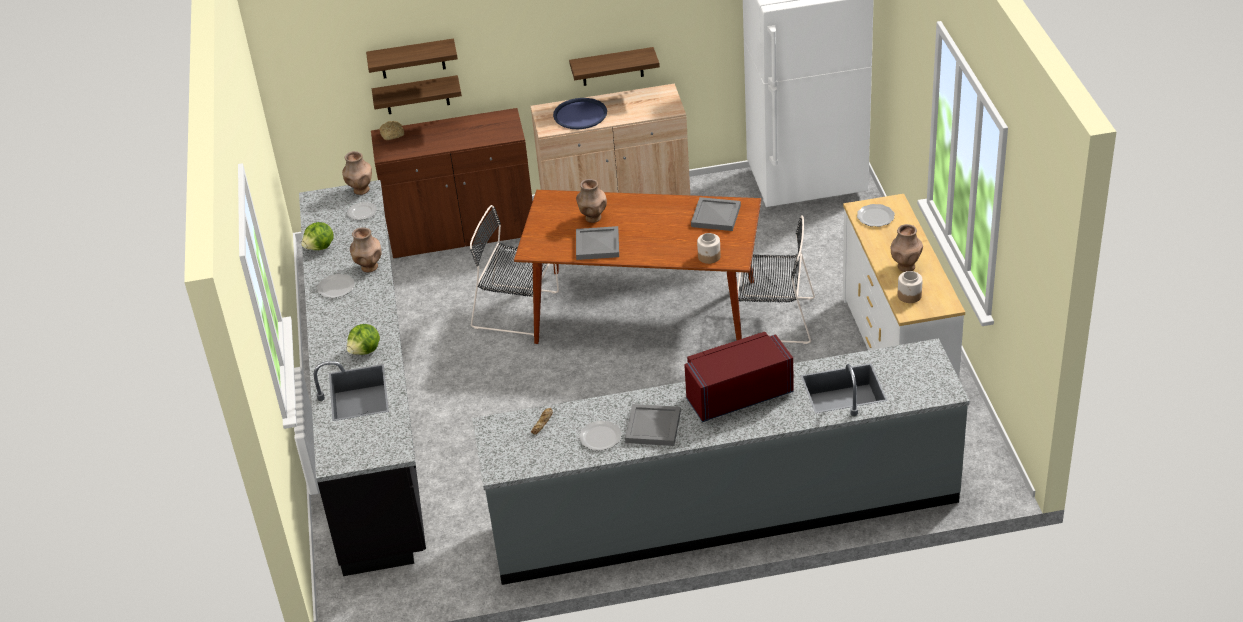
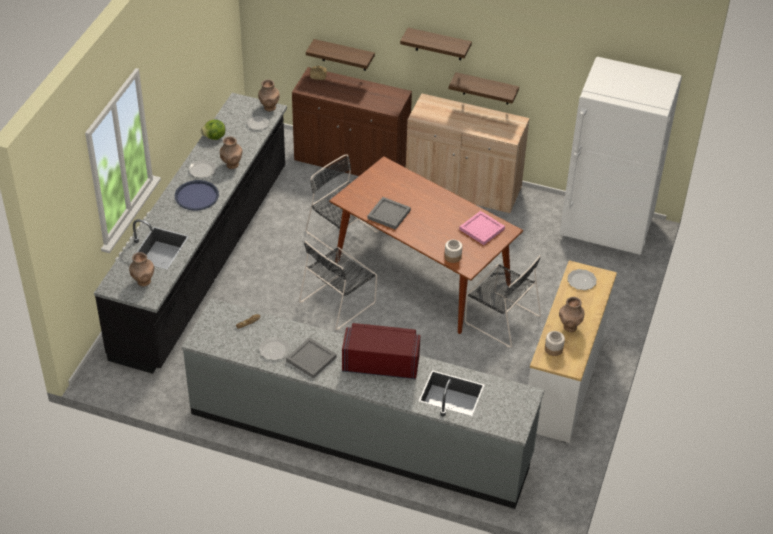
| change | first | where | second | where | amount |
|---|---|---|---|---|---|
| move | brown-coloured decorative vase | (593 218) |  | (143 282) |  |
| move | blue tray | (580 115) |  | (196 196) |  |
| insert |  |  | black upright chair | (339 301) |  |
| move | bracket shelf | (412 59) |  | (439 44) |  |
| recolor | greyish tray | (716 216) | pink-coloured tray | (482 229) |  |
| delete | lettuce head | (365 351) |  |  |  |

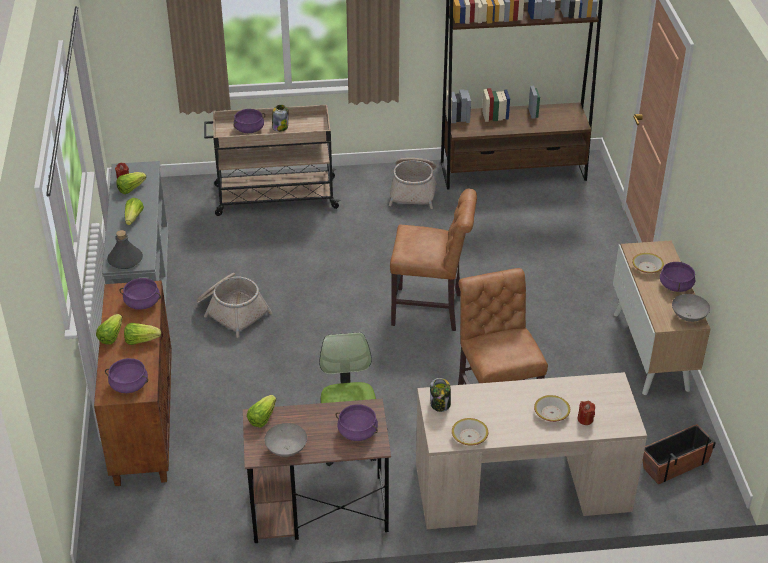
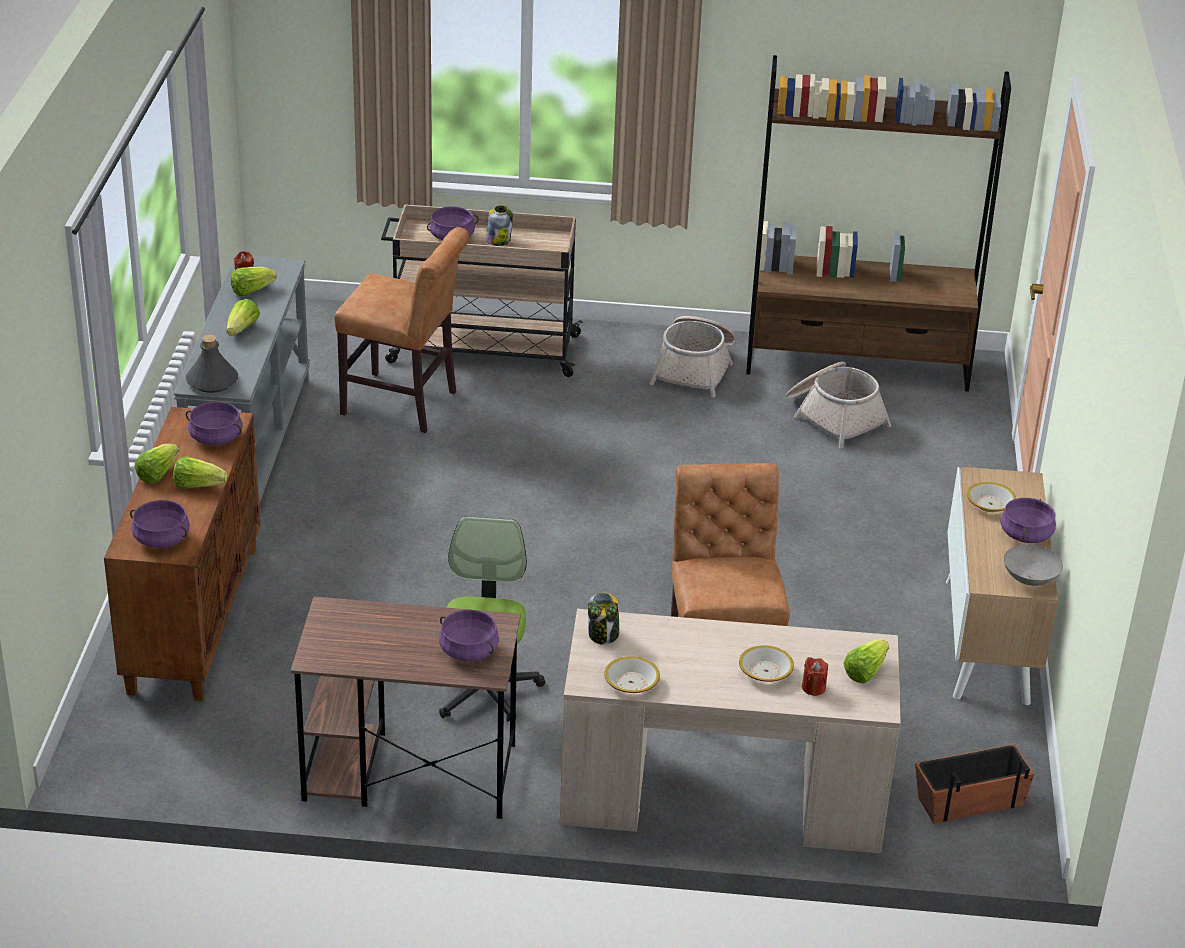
| change | first | where | second | where | amount |
|---|---|---|---|---|---|
| move | brown-coloured upright chair | (431 310) |  | (405 405) |  |
| move | household basket | (232 311) |  | (834 416) |  |
| move | lettuce head | (262 418) |  | (865 671) |  |
| delete | greyish bowl | (287 449) |  |  |  |

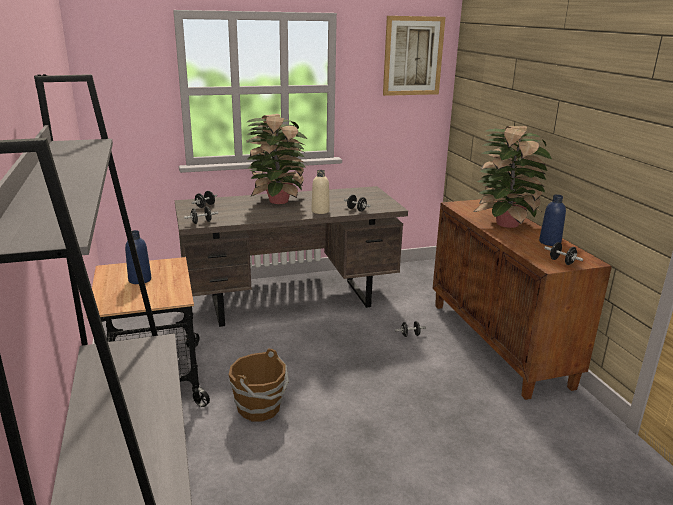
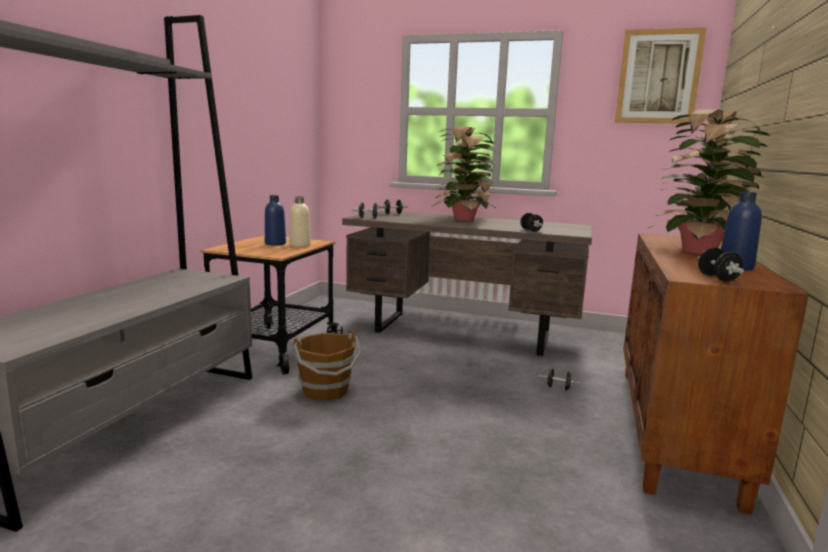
| change | first | where | second | where | amount |
|---|---|---|---|---|---|
| move | sand-coloured drink bottle | (320 211) |  | (300 245) |  |

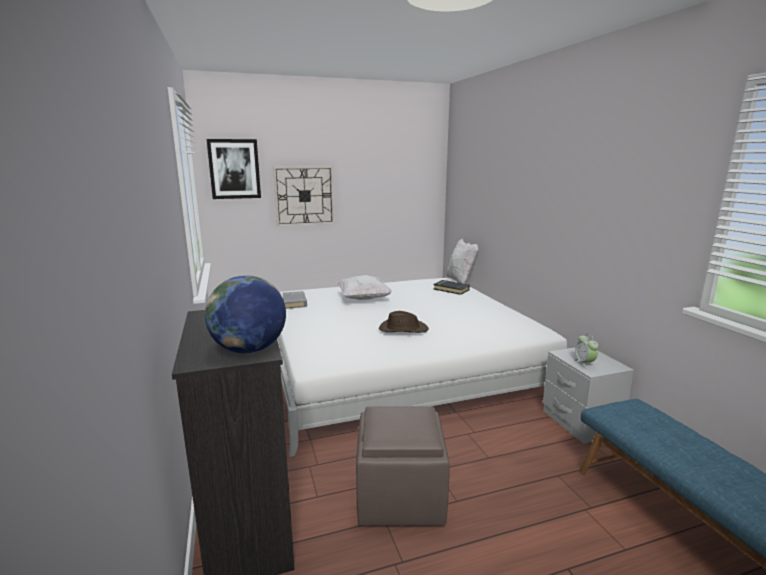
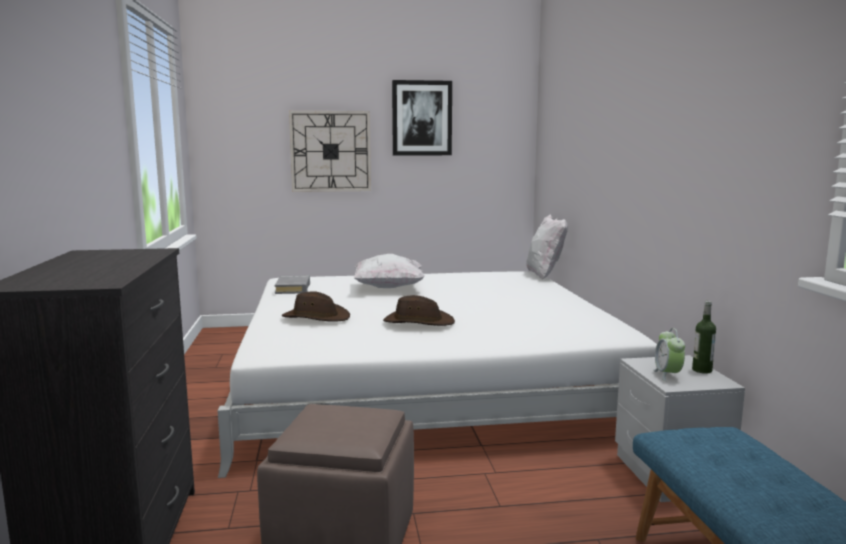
| change | first | where | second | where | amount |
|---|---|---|---|---|---|
| insert |  |  | brown-coloured wearable hat | (316 317) |  |
| move | picture | (234 169) |  | (422 118) |  |
| insert |  |  | drink bottle | (702 370) |  |
| delete | desk globe | (249 350) |  |  |  |
| delete | black volume | (451 289) |  |  |  |

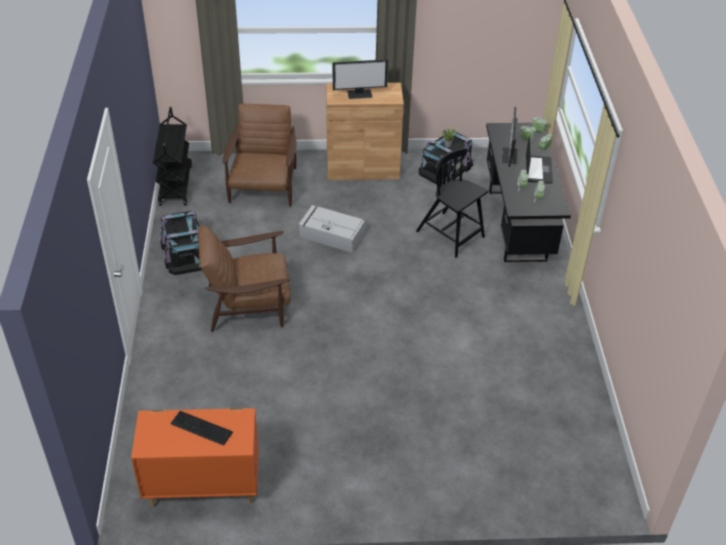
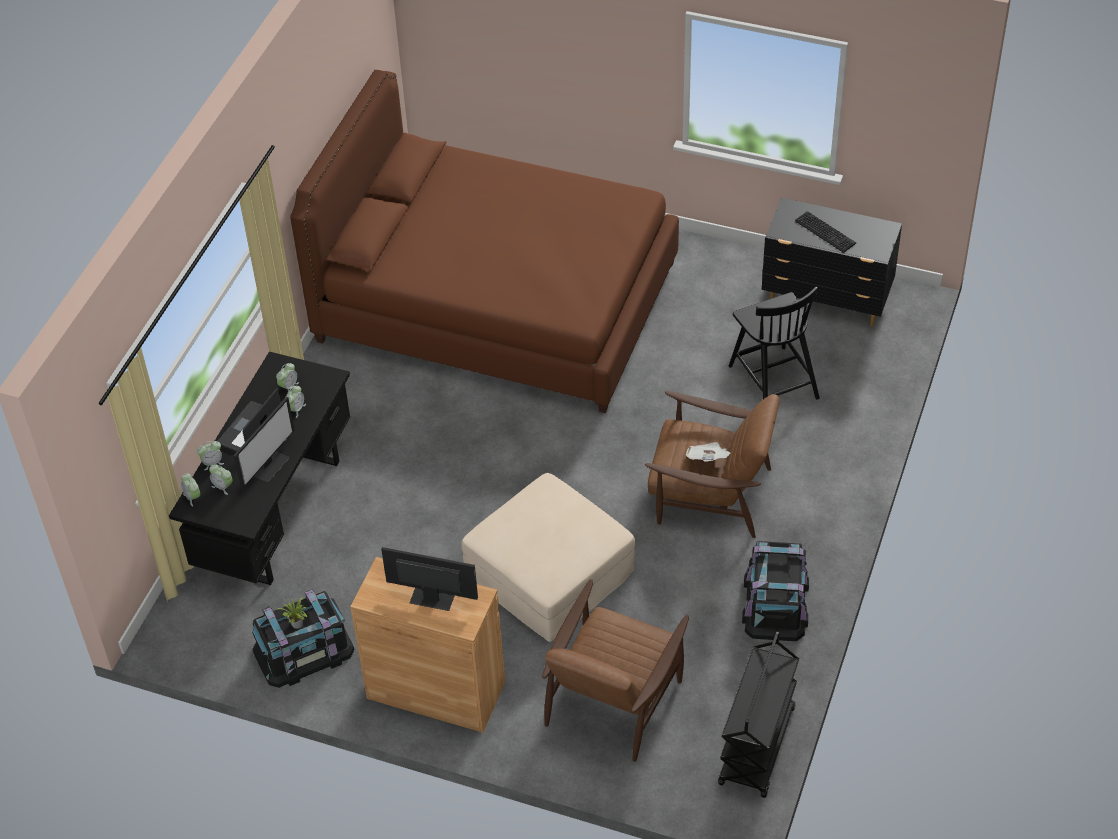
| change | first | where | second | where | amount |
|---|---|---|---|---|---|
| insert |  |  | brown-coloured sleeping bed | (497 302) |  |
| replace | greyish storage bin | (331 234) | sand-coloured footrest | (550 573) |  |
| insert |  |  | printed paper | (708 459) |  |
| move | black upright chair | (451 235) |  | (773 380) |  |
| recolor | orangey drawer chest | (202 486) | black drawer chest | (827 301) |  |

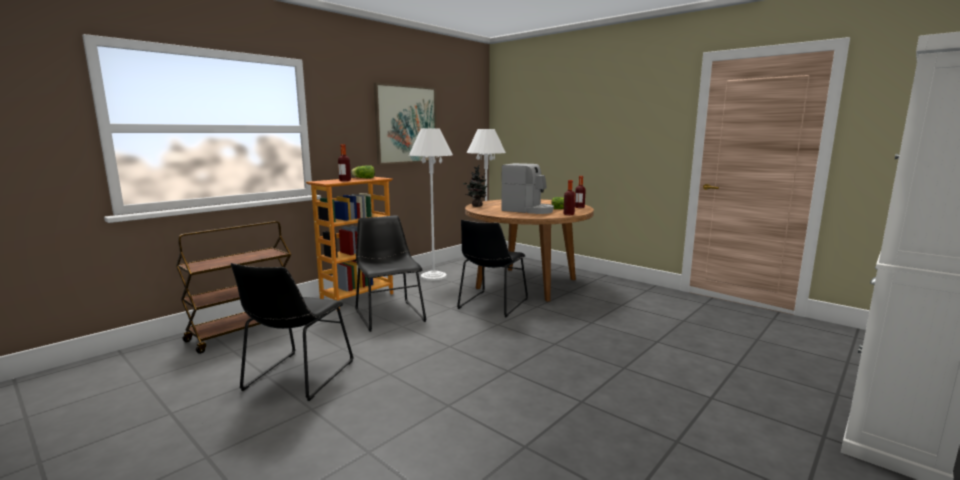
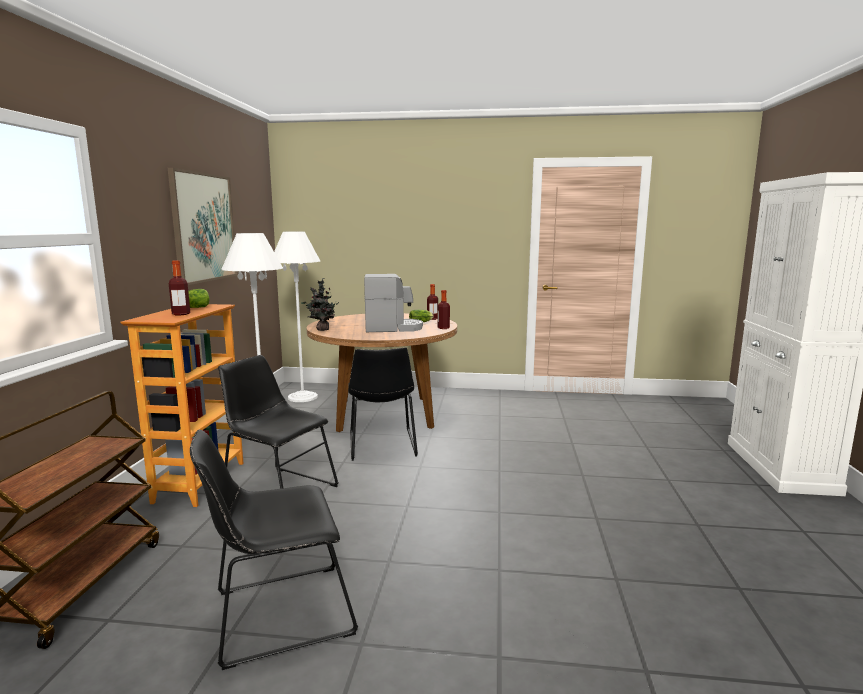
| change | first | where | second | where | amount |
|---|---|---|---|---|---|
| rotate | black upright chair | (297 377) |  | (277 614) | 90 degrees clockwise |

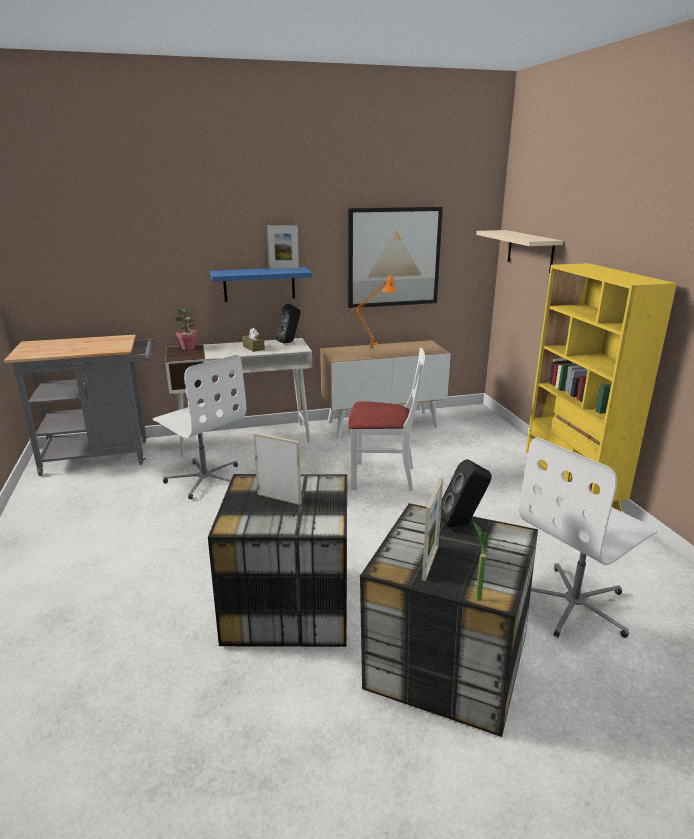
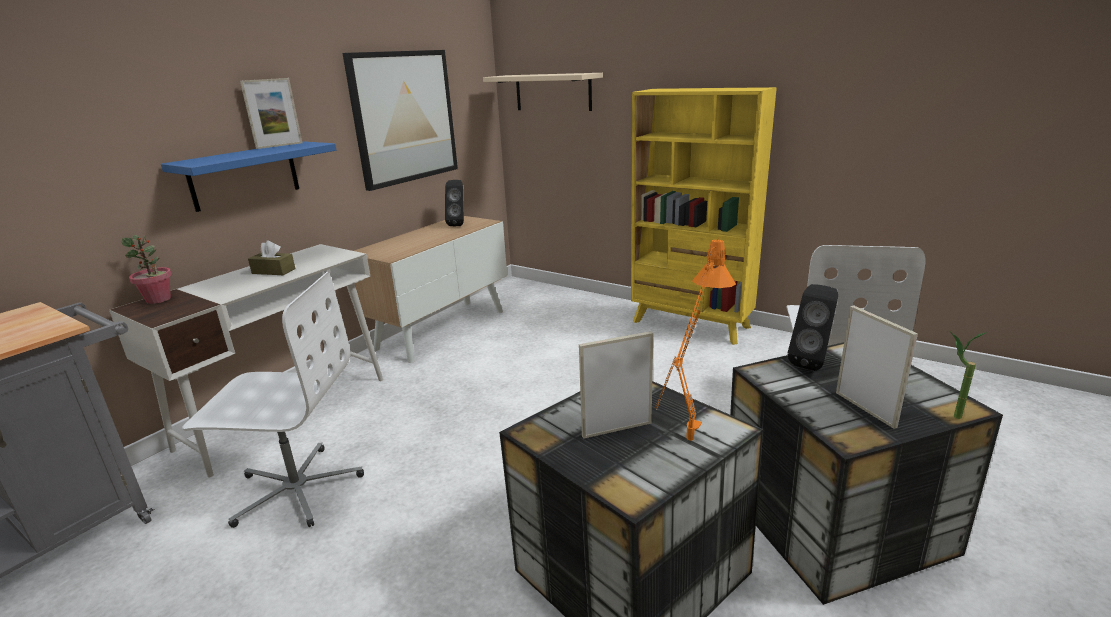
| change | first | where | second | where | amount |
|---|---|---|---|---|---|
| move | black loudspeaker | (289 342) |  | (459 224) |  |
| move | orangey table lamp | (368 349) |  | (686 447) |  |
| delete | whitish upright chair | (383 477) |  |  |  |

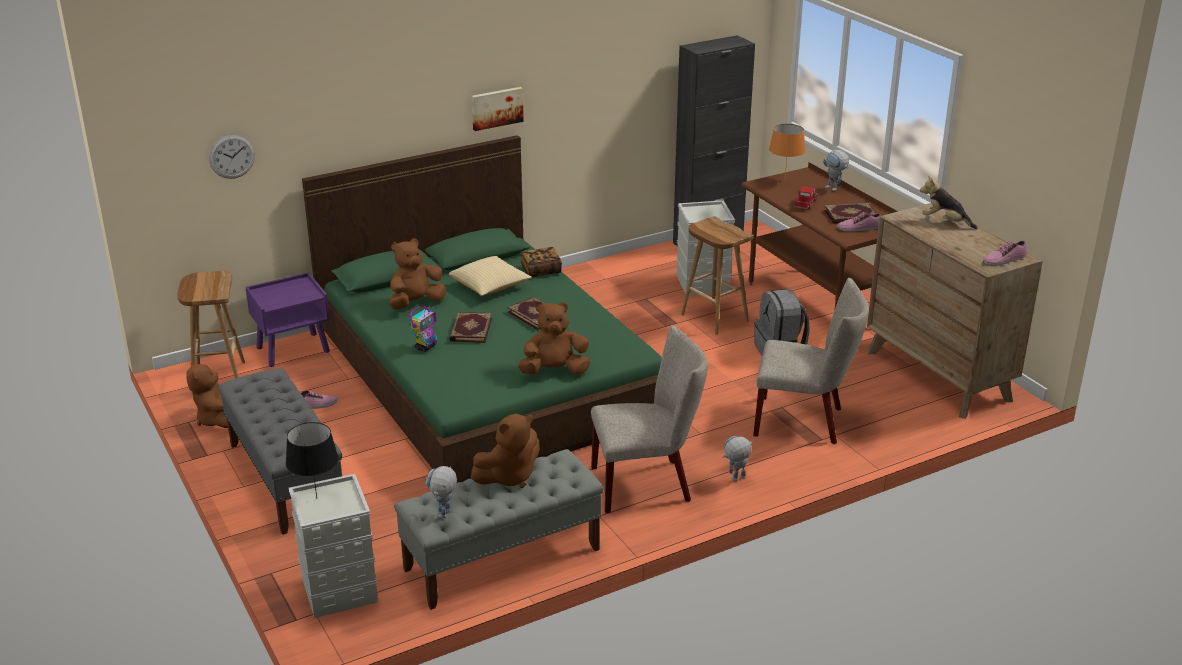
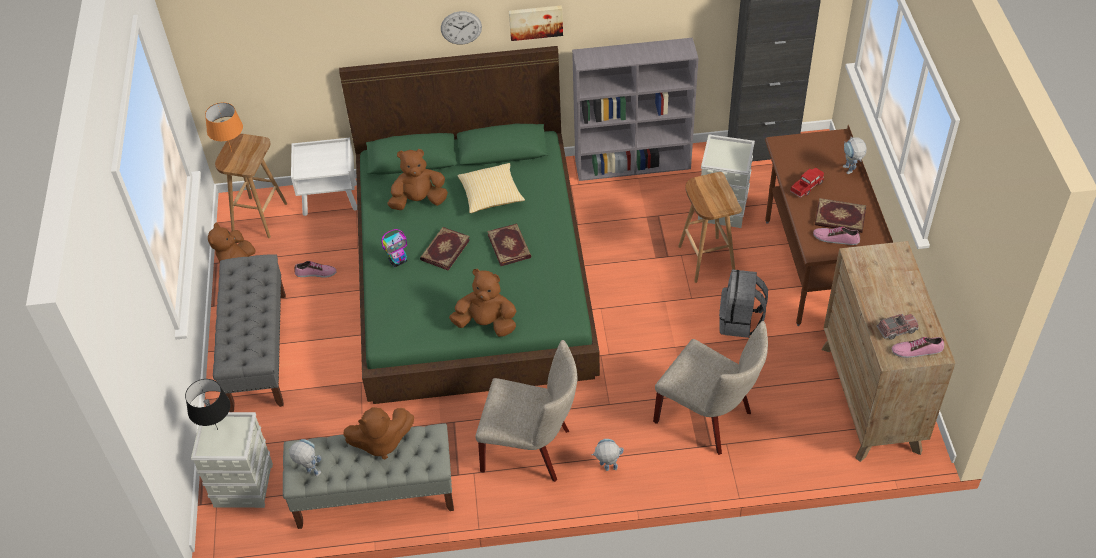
| change | first | where | second | where | amount |
|---|---|---|---|---|---|
| move | orangey table lamp | (785 180) |  | (232 152) |  |
| rotate | robot figure | (444 517) |  | (309 472) | 75 degrees clockwise |
| recolor | purple-coloured night table | (293 349) | whitish night table | (331 199) |  |
| move | hanging clock | (232 156) |  | (461 27) |  |
| insert |  |  | greyish bookshelf | (633 164) |  |
| insert |  |  | model truck | (896 330) |  |
| delete | volume | (541 270) |  |  |  |
| delete | cuddly toy | (945 222) |  |  |  |

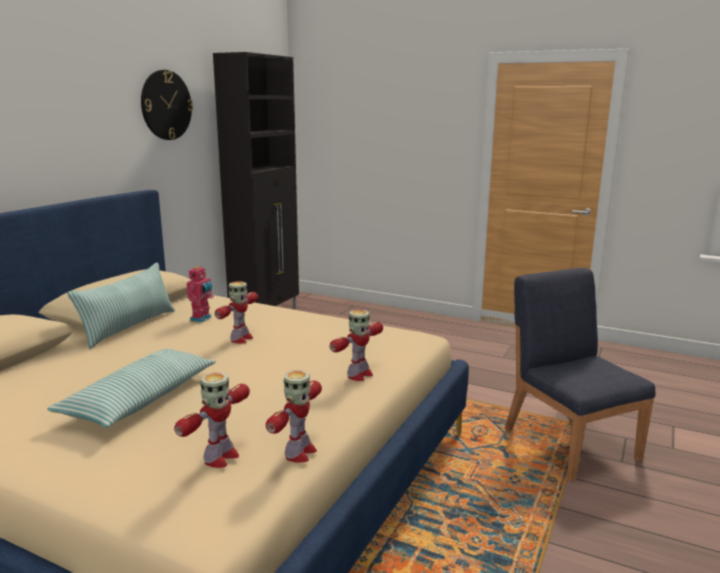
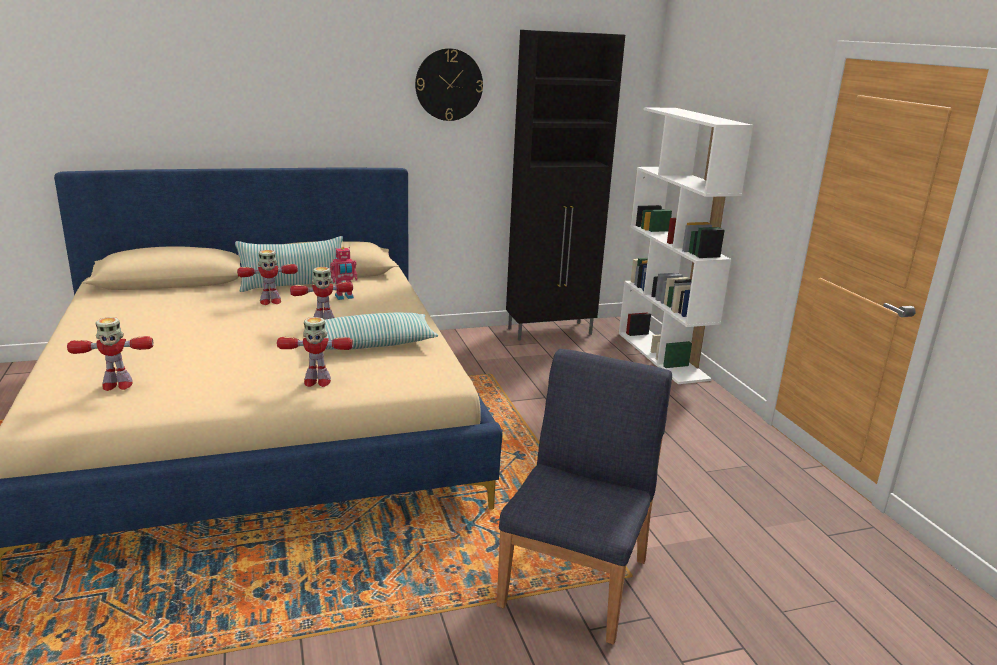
| change | first | where | second | where | amount |
|---|---|---|---|---|---|
| move | robot figure | (299 453) |  | (270 301) |  |
| move | pillow | (140 399) |  | (371 343) |  |
| insert |  |  | whitish bookshelf | (663 356) |  |

